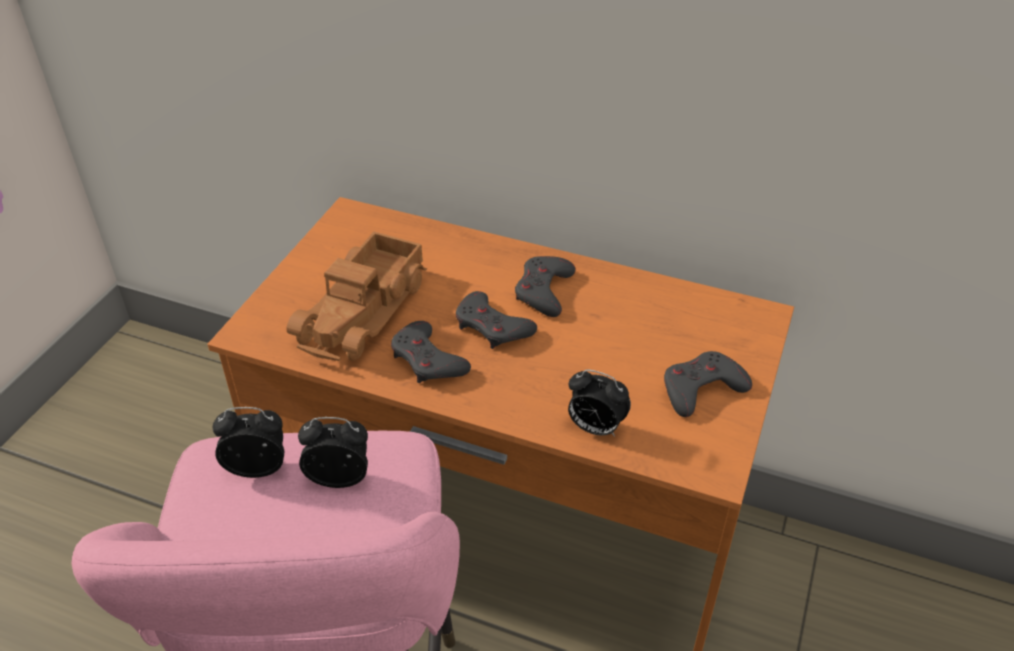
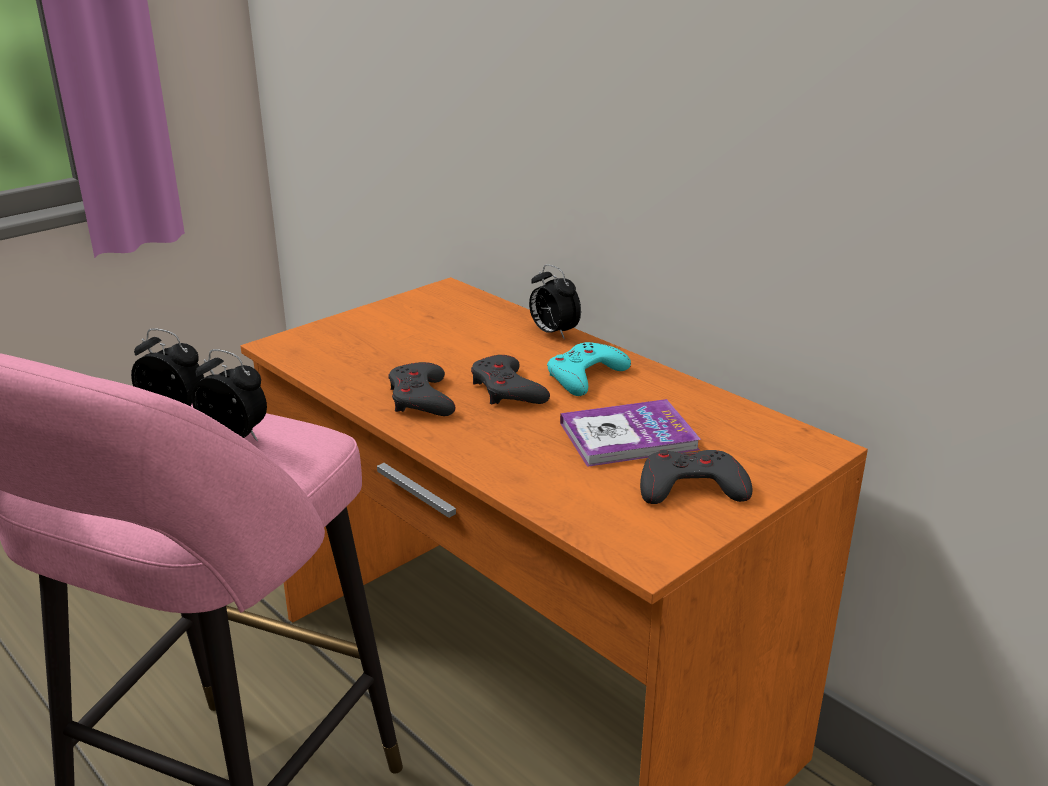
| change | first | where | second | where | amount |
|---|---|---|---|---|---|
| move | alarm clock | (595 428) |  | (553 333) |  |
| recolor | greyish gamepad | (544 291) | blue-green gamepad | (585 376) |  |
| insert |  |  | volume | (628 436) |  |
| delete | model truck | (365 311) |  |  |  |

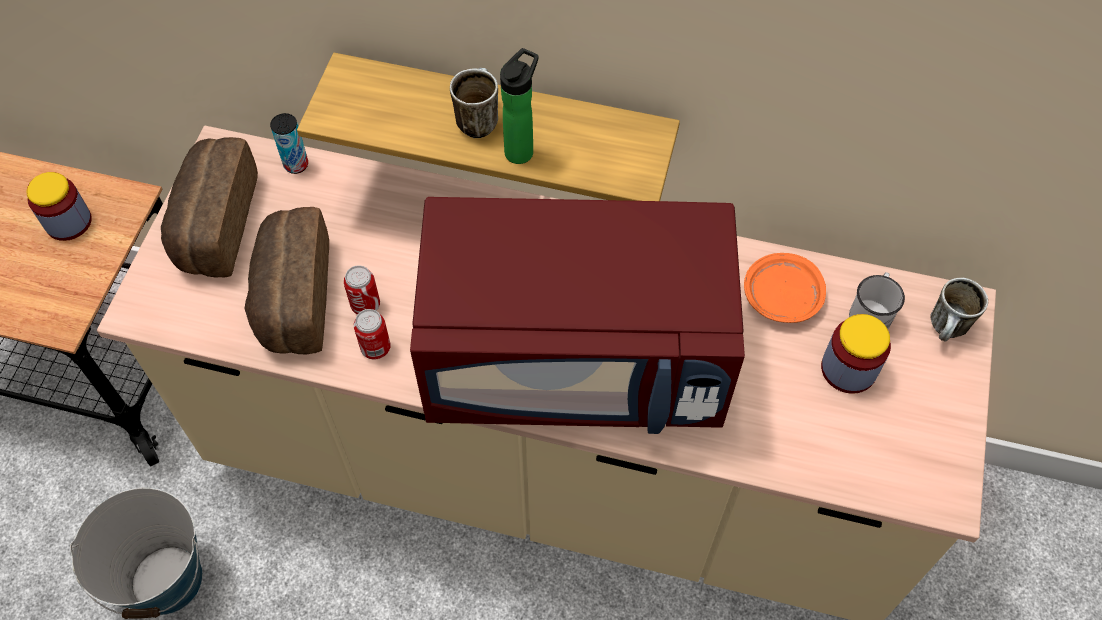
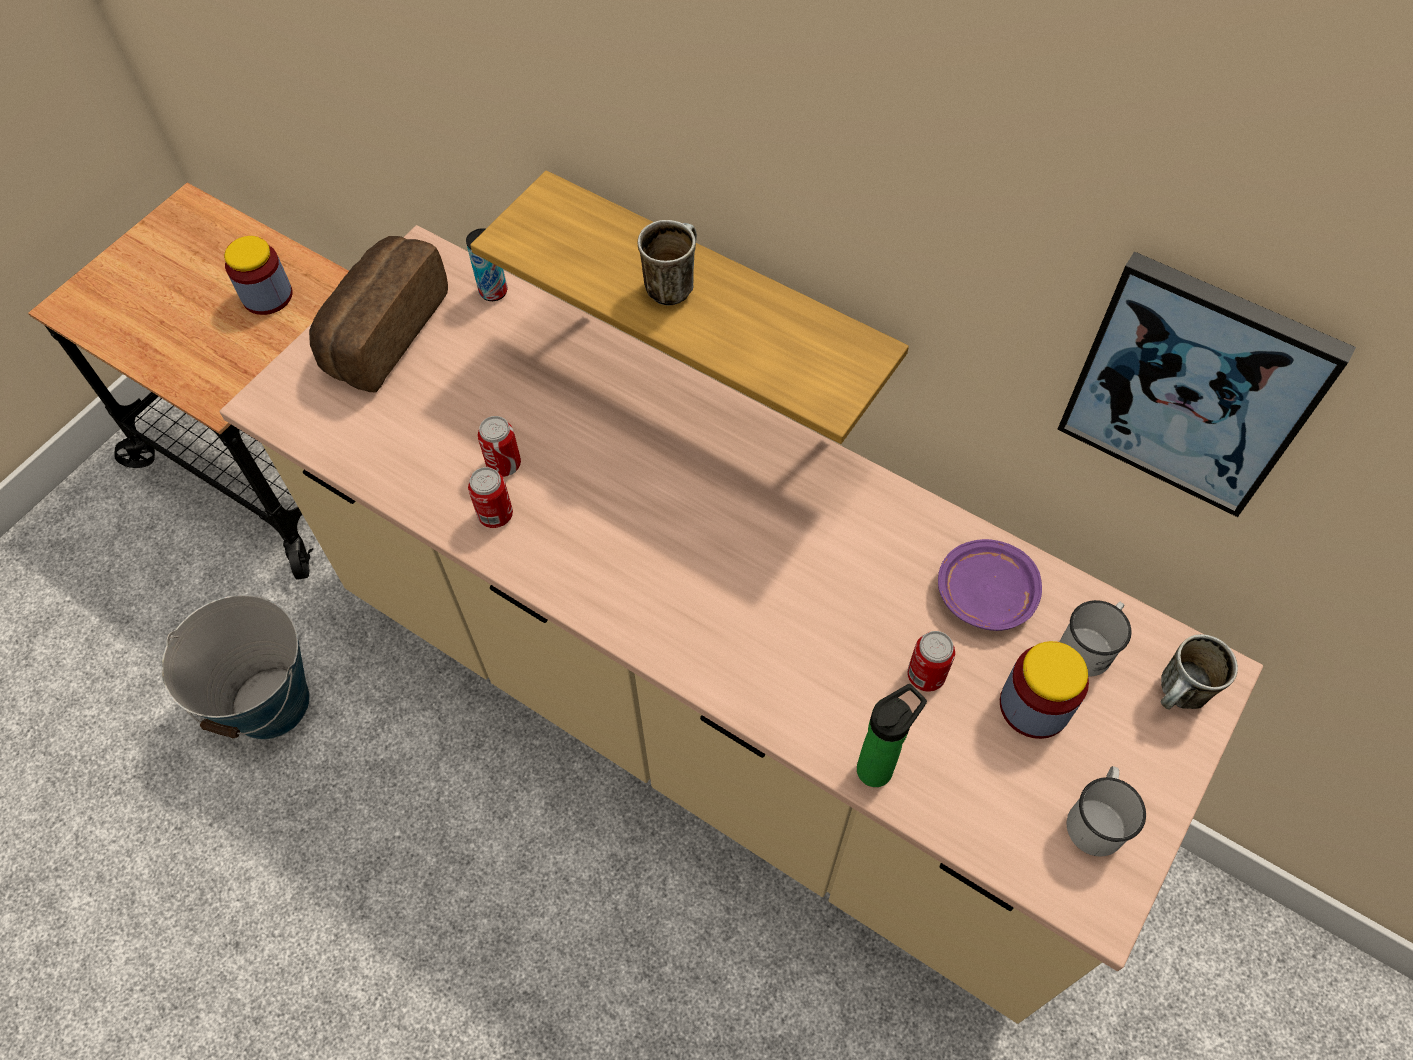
| change | first | where | second | where | amount |
|---|---|---|---|---|---|
| move | drink bottle | (521 149) |  | (878 766) |  |
| insert |  |  | can | (925 676) |  |
| recolor | orangey dinner plate | (781 297) | purple-coloured dinner plate | (984 594) |  |
| insert |  |  | picture | (1193 385) |  |
| insert |  |  | whitish mug | (1096 818) |  |
| delete | bread | (291 298) |  |  |  |
| delete | red-coloured microwave oven | (577 358) |  |  |  |

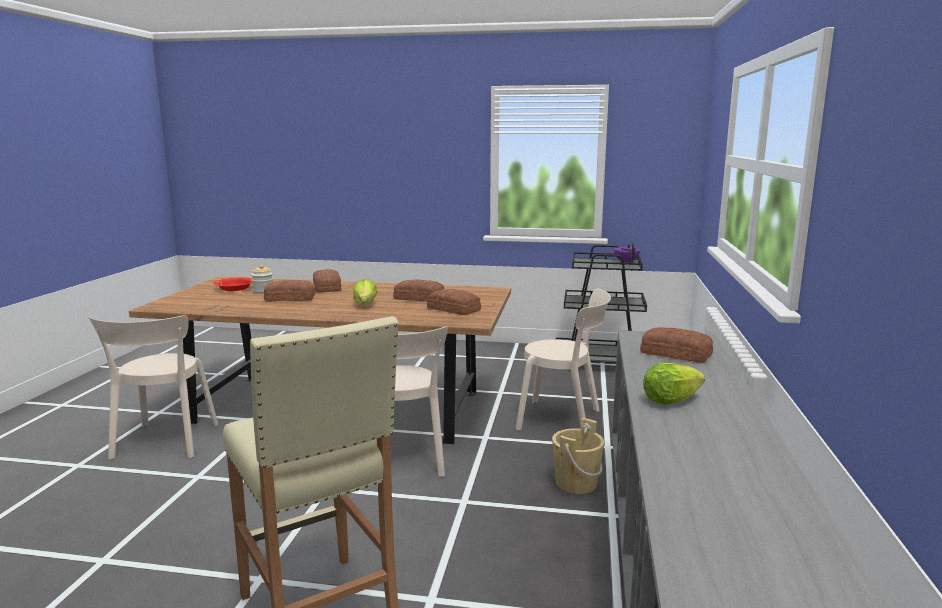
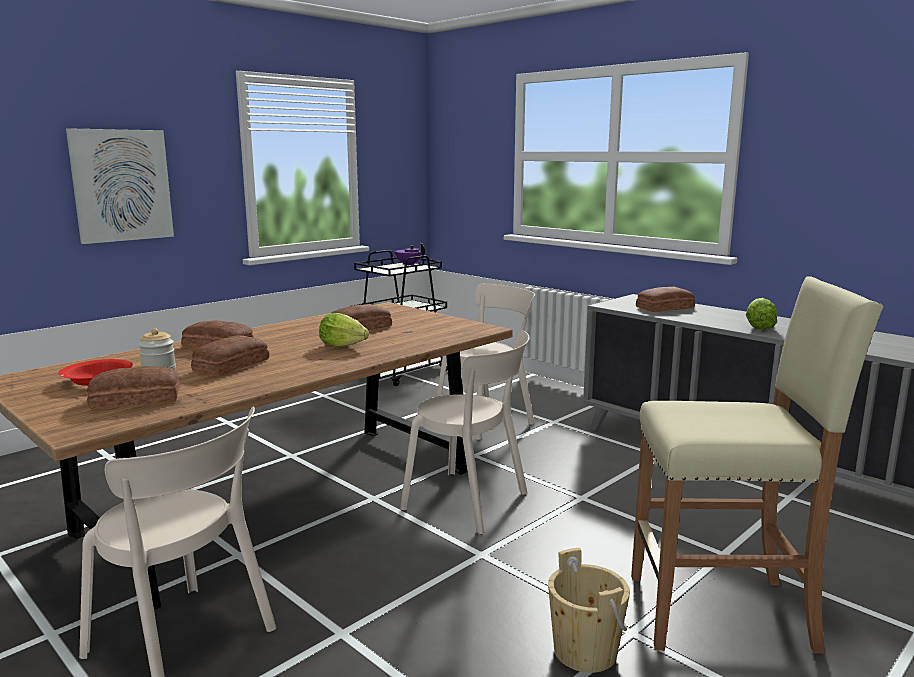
| change | first | where | second | where | amount |
|---|---|---|---|---|---|
| insert |  |  | picture | (121 185) |  |
| move | bread | (453 309) |  | (137 399) |  |
| move | sand-coloured bucket | (576 483) |  | (585 651) |  |

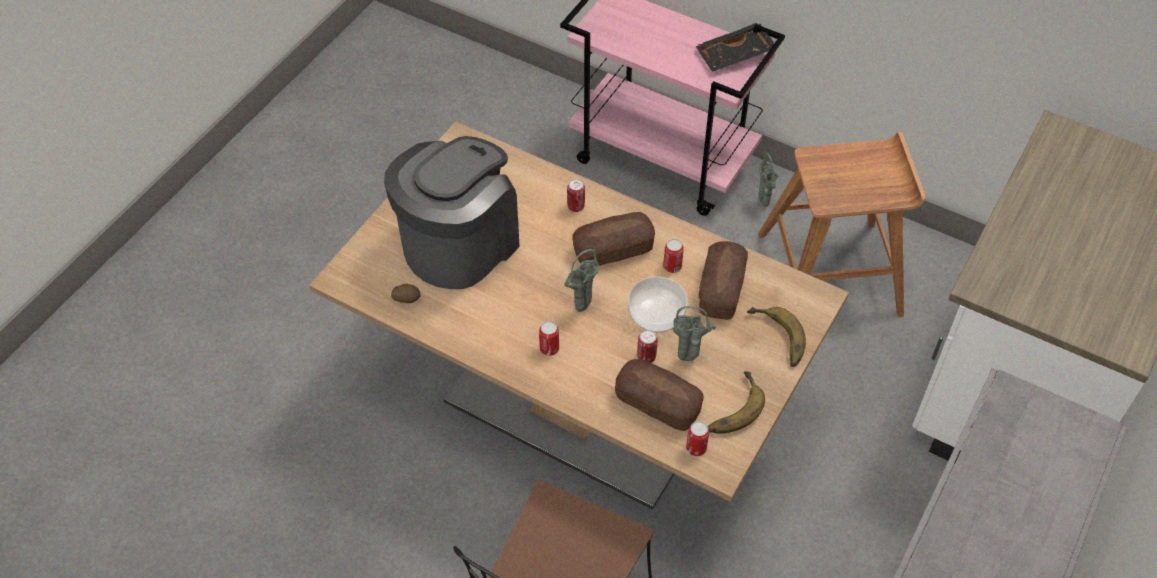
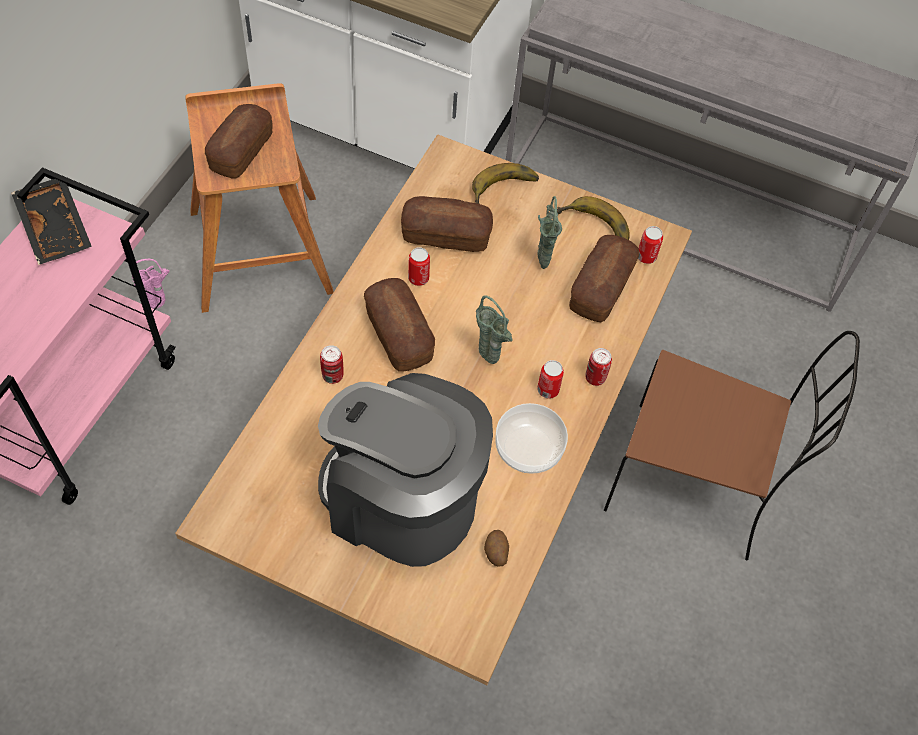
| change | first | where | second | where | amount |
|---|---|---|---|---|---|
| recolor | green-coloured decorative vase | (764 205) | pink-coloured decorative vase | (160 306) |  |
| insert |  |  | bread | (241 151) |  |
| move | bowl | (656 315) |  | (529 449) |  |
| move | can | (646 357) |  | (595 378) |  |

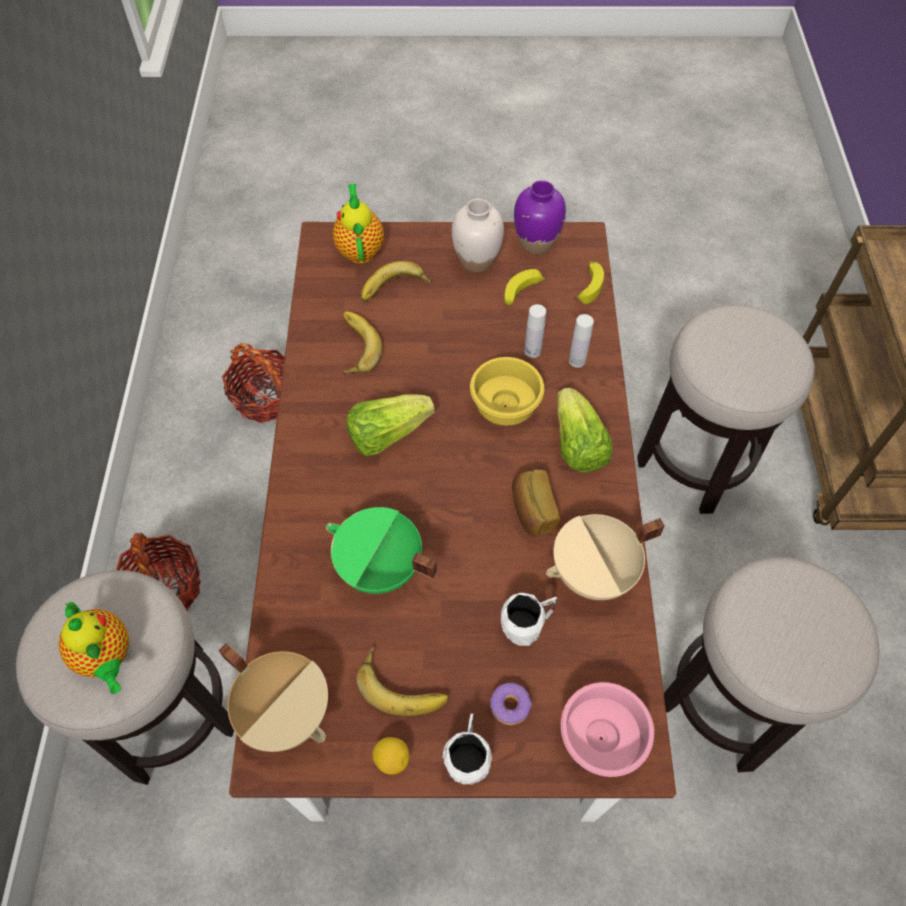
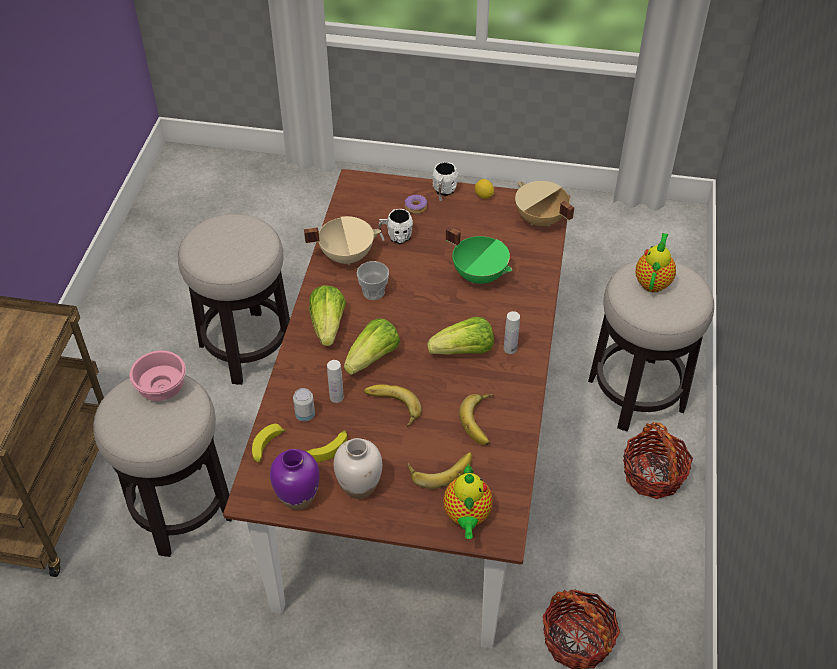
| change | first | where | second | where | amount |
|---|---|---|---|---|---|
| move | pink-coloured bowl | (599 735) |  | (162 389) |  |
| insert |  |  | can | (305 415) |  |
| replace | yellow-coloured bowl | (503 407) | lettuce head | (373 358) |  |
| replace | bread | (532 510) | small cup | (373 292) |  |
| move | whole banana | (403 684) |  | (391 407) |  |
| move | whitish drink bottle | (577 360) |  | (510 348) |  |
| rotate | teapot | (107 657) |  | (653 281) | 45 degrees clockwise |

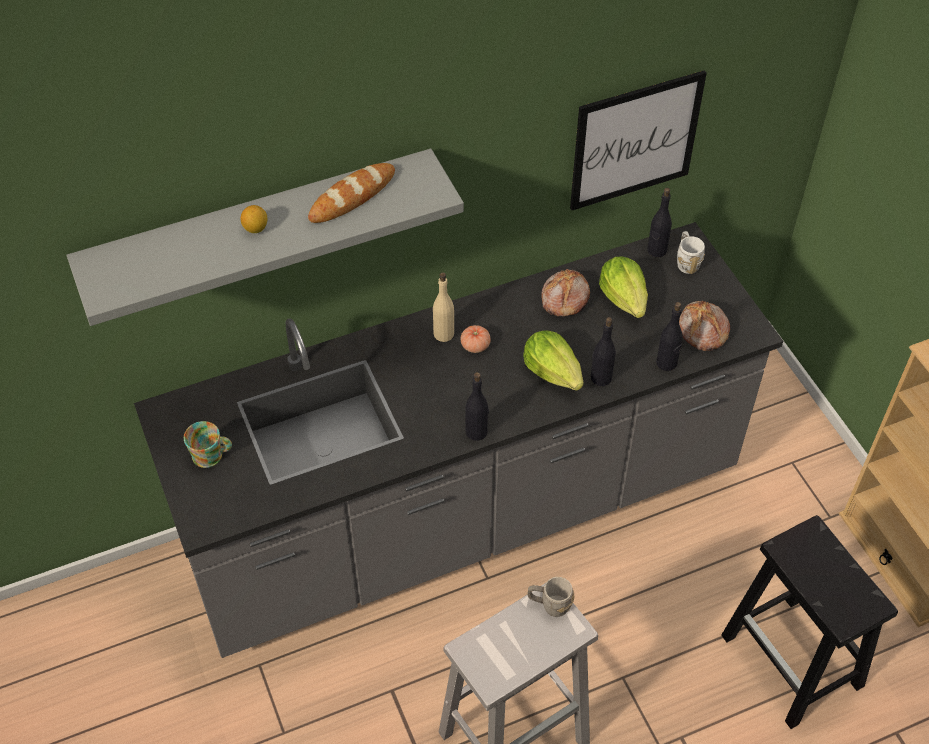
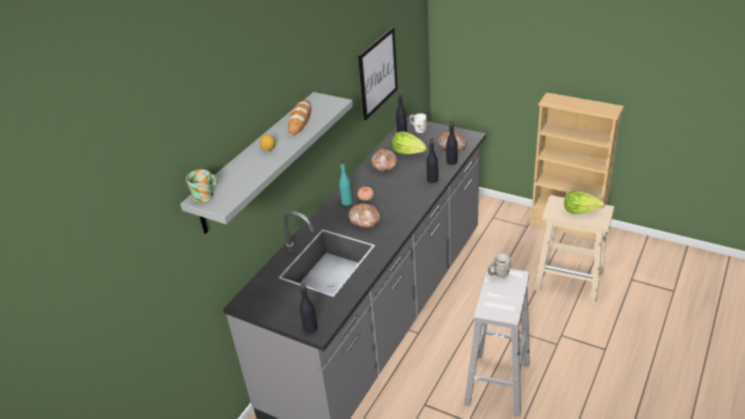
| change | first | where | second | where | amount |
|---|---|---|---|---|---|
| move | mug | (212 456) |  | (206 195) |  |
| move | black drink bottle | (476 432) |  | (310 328) |  |
| recolor | sand-coloured drink bottle | (443 334) | blue-green drink bottle | (346 202) |  |
| insert |  |  | bread | (364 220) |  |
| recolor | black stool seat | (793 662) | sand-coloured stool seat | (570 281) |  |
| move | lettuce head | (553 372) |  | (581 210) |  |

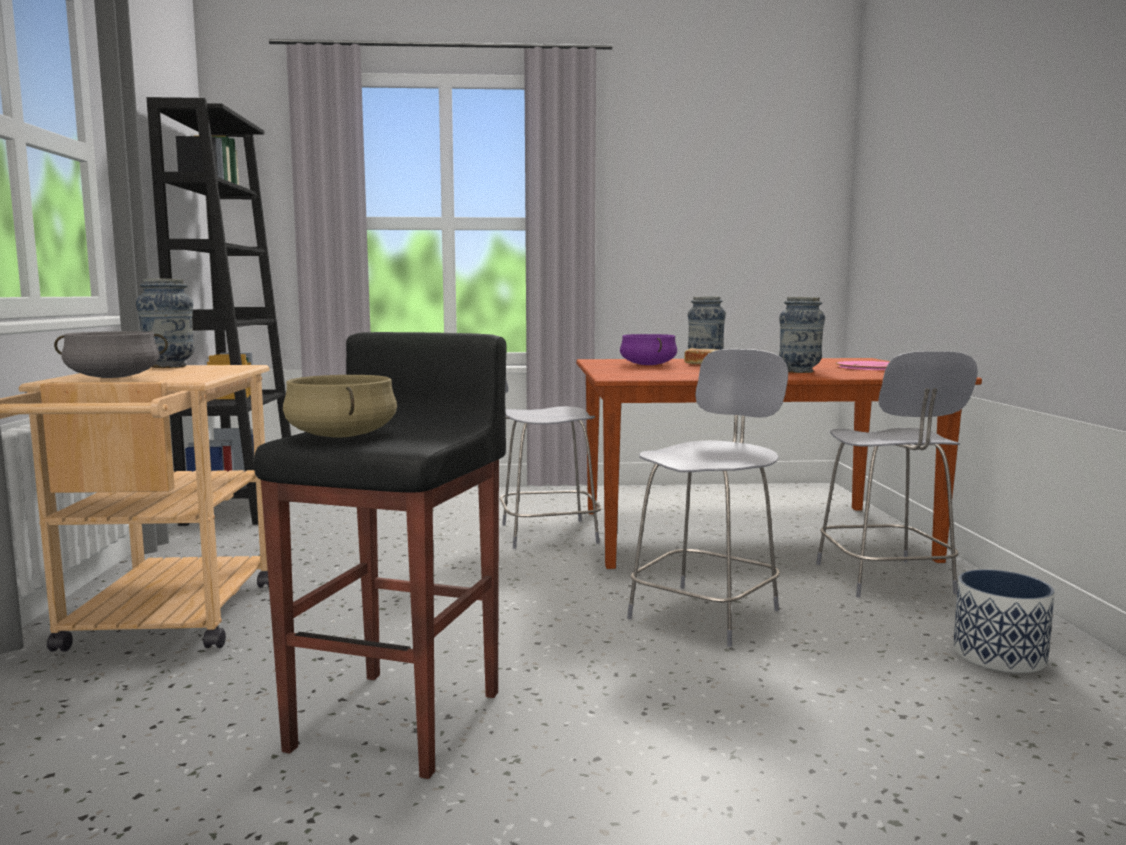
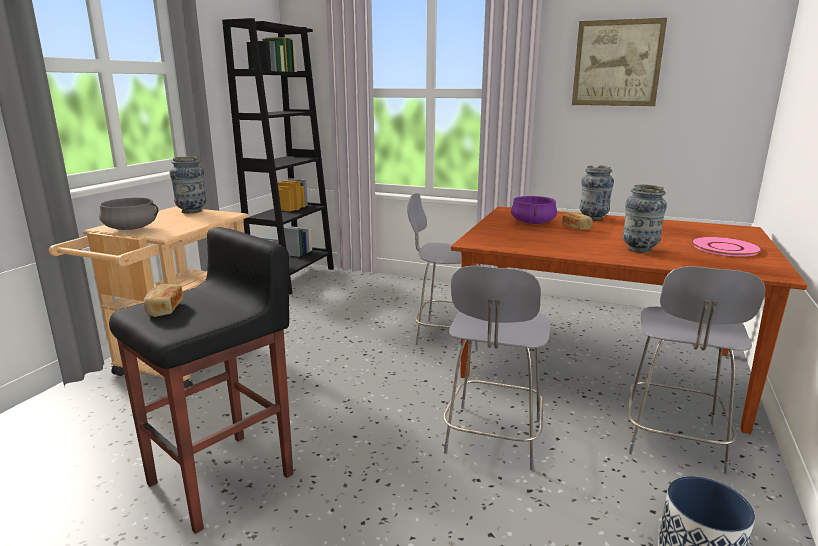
| change | first | where | second | where | amount |
|---|---|---|---|---|---|
| replace | sand-coloured cooking pot | (340 436) | bread | (164 309) |  |
| rotate | greyish upright chair | (707 612) |  | (493 438) | 135 degrees clockwise |
| insert |  |  | picture | (617 63) |  |

